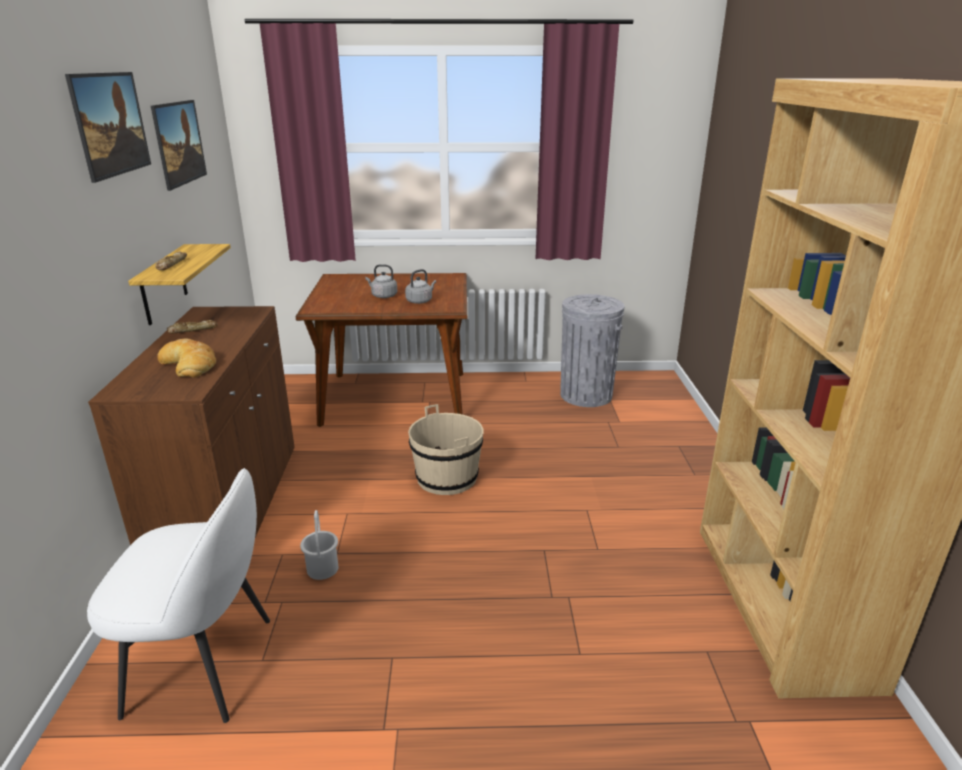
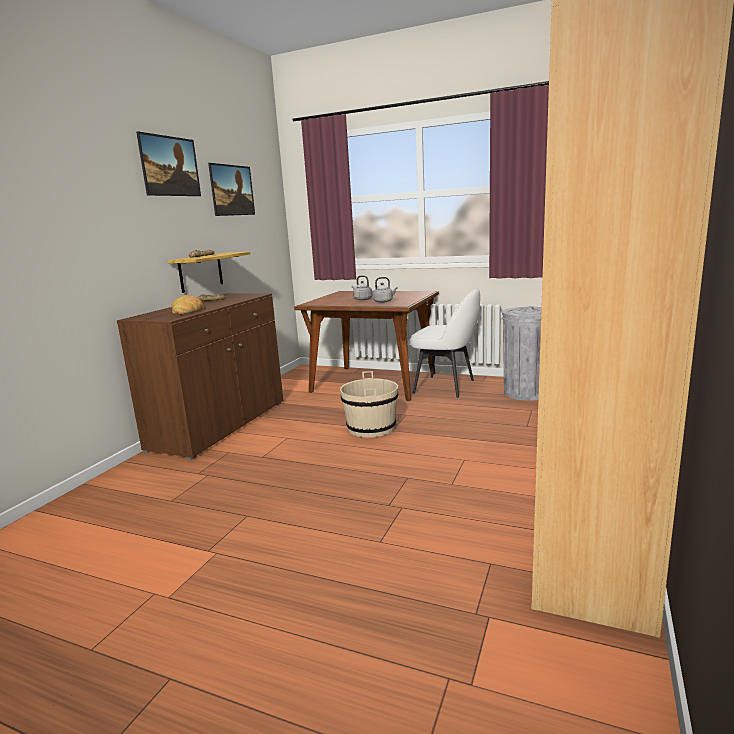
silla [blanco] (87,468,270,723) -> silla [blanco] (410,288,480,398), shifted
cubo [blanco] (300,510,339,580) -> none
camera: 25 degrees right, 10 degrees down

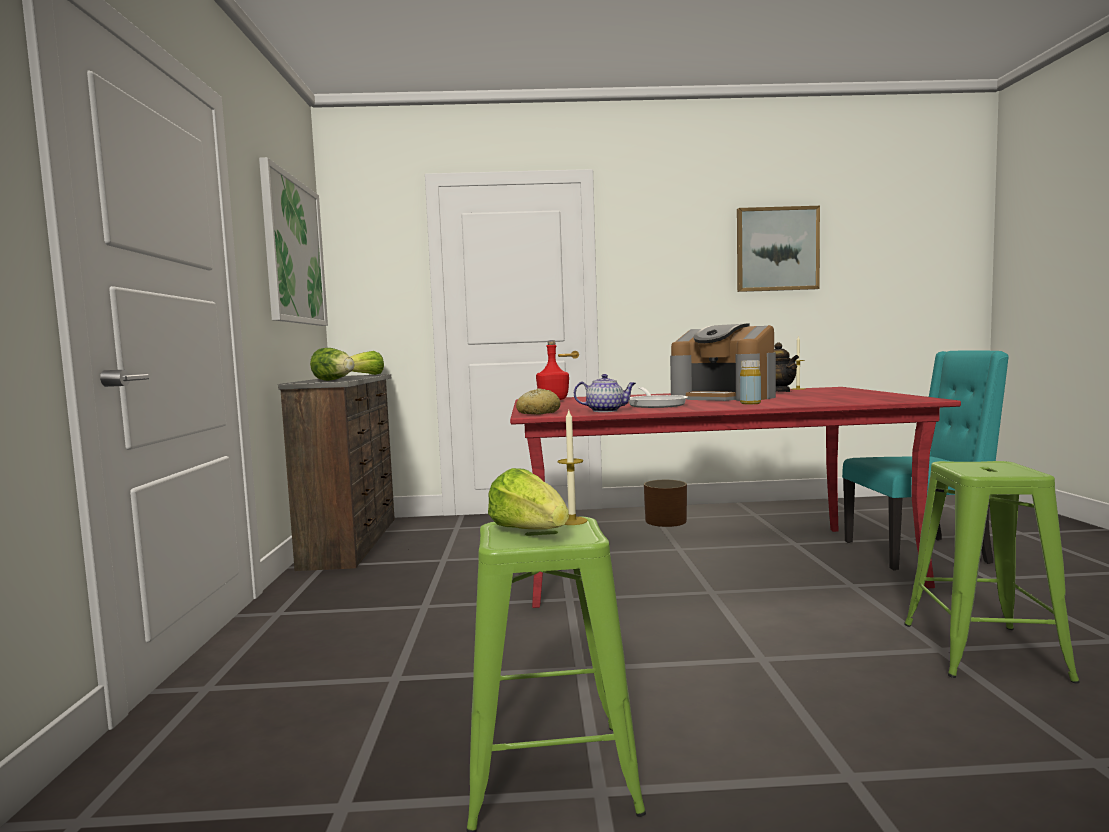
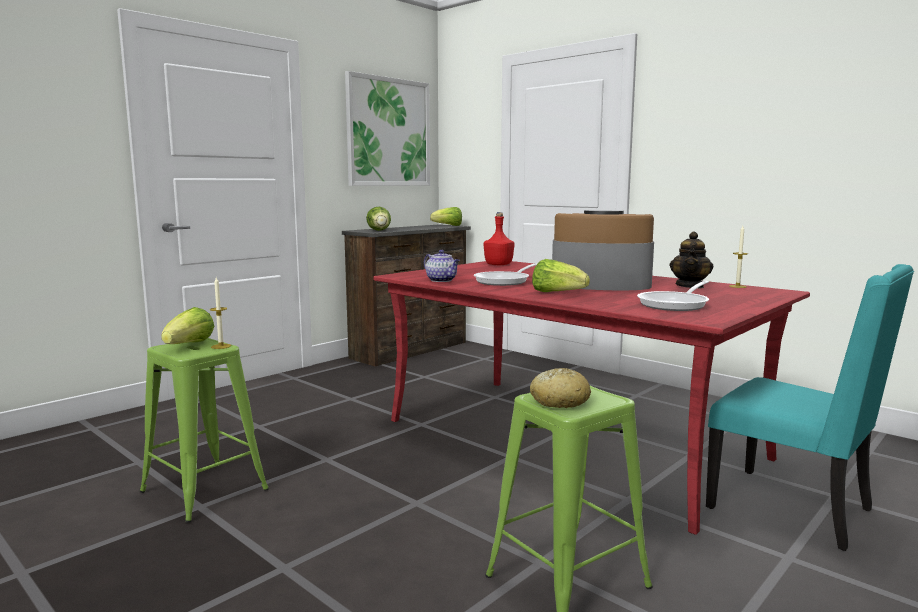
pan (516,388,560,414) -> pan (530,368,591,408), shifted
maceta [marrón] (644,480,687,527) -> none
cafetera (670,323,776,401) -> cafetera (552,210,654,290), 105 degrees clockwise
cuadro (737,206,820,292) -> none
botella [amarillo] (740,360,761,404) -> lechuga (532,259,590,292)
none -> sartén (637,281,709,311)
camera: 45 degrees right, 5 degrees up

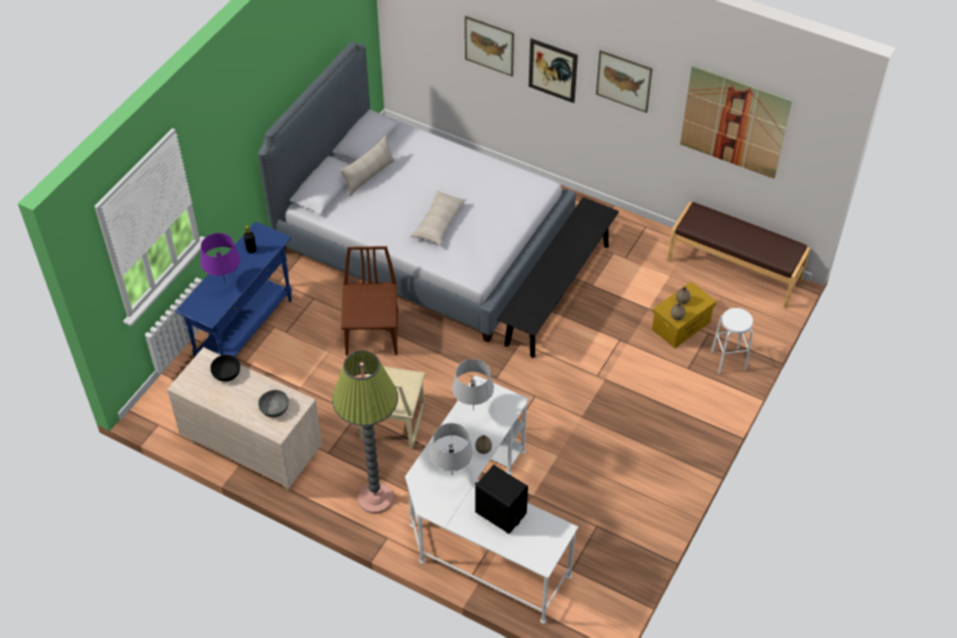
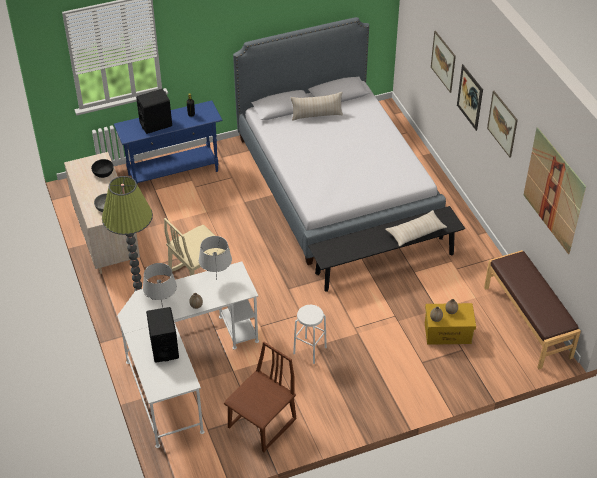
lámpara de mesa [morado] (201,233,240,282) -> altavoz [negro] (136,89,172,134)
silla [marrón] (341,246,398,356) -> silla [marrón] (224,342,296,452), shifted
cojín [beis] (411,190,466,245) -> cojín [beis] (385,210,447,246), shifted
taburete [blanco] (711,308,753,374) -> taburete [blanco] (293,305,327,364), shifted
camera: 40 degrees right, 5 degrees down

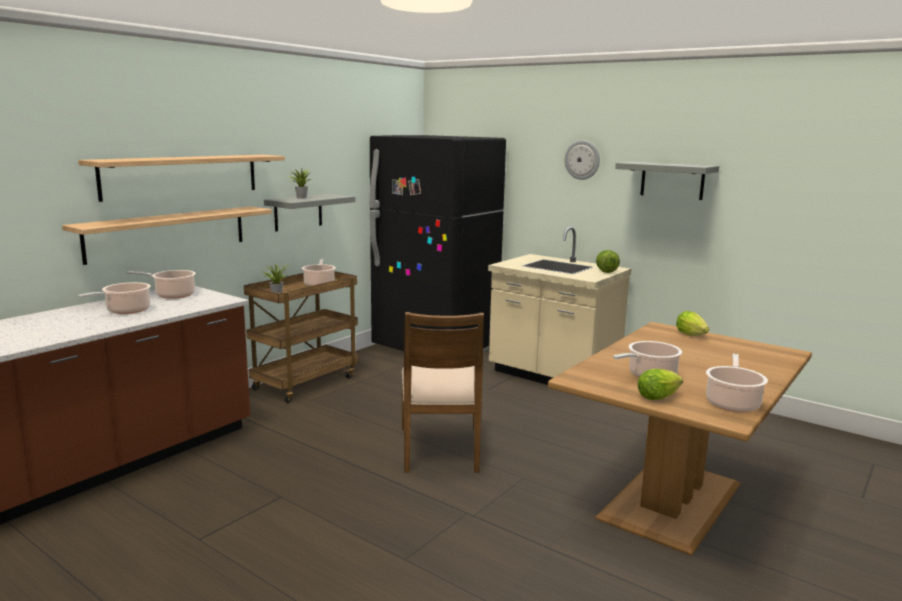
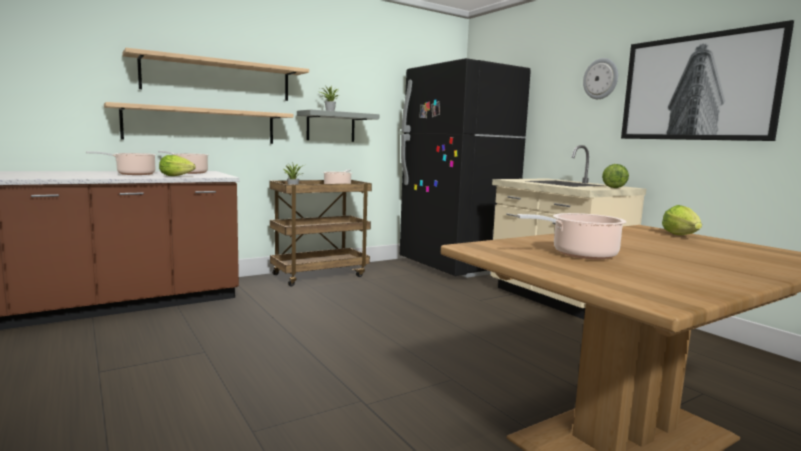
silla [marrón] (402,312,484,473) -> none
estante [gris] (615,162,719,200) -> cuadro (621,20,794,141)
lechuga (637,369,683,400) -> lechuga (159,155,196,176), shifted
olla (706,354,768,412) -> none
camera: 20 degrees right, 5 degrees down

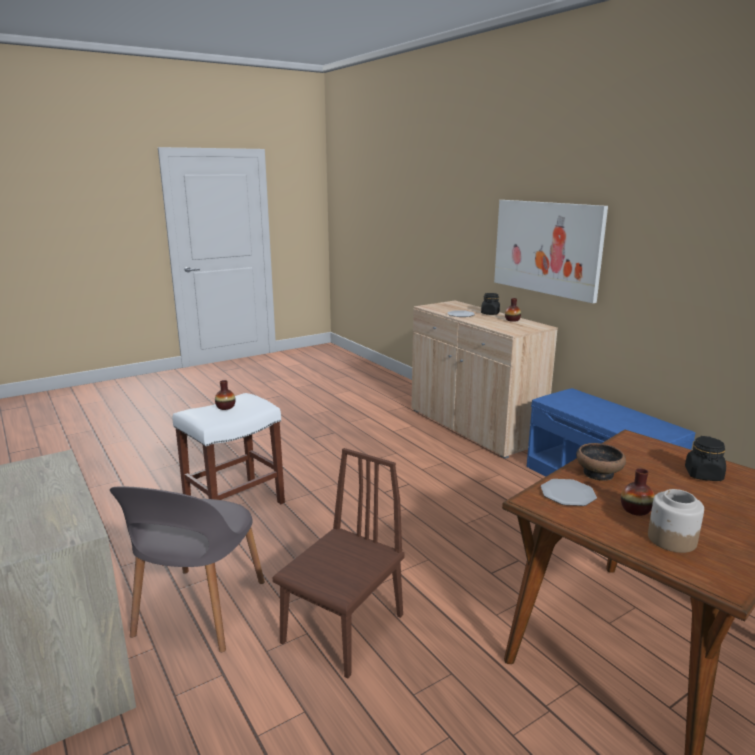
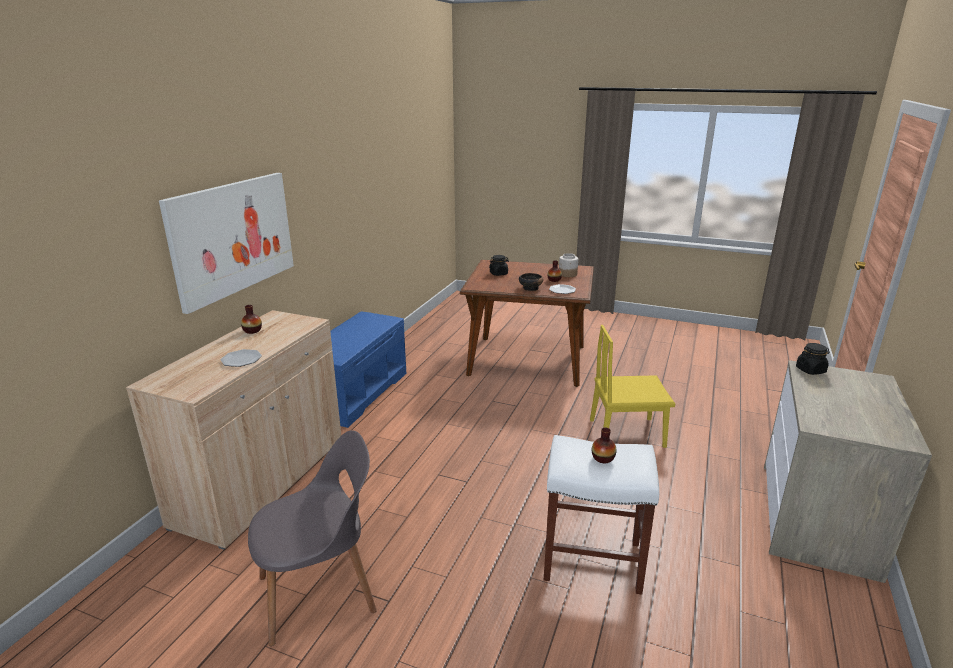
silla [gris] (110,486,265,652) -> silla [gris] (248,430,377,646), shifted
silla [marrón] (273,448,405,678) -> silla [amarillo] (590,325,675,448)
tarro [negro] (481,293,500,315) -> tarro [negro] (796,343,829,375), shifted
camera: 125 degrees left, 5 degrees up

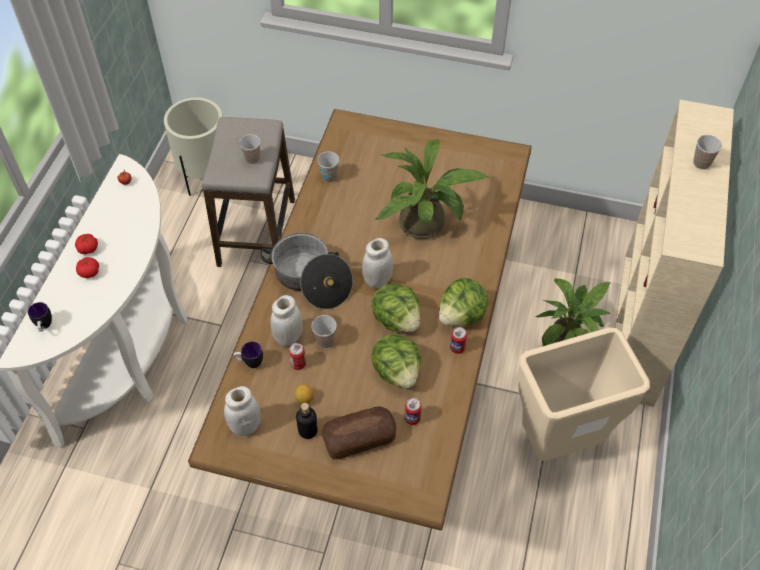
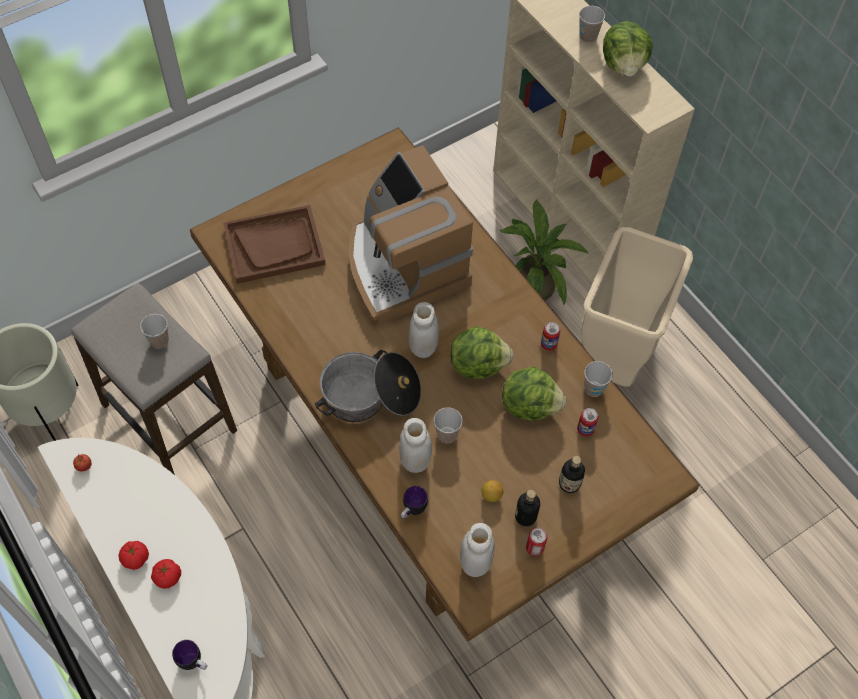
lata (289,343,306,370) -> lata (526,528,547,556), shifted
taza (317,151,339,182) -> taza (584,361,613,397), shifted
pan (322,406,396,459) -> botella (559,456,585,493)
planta en maceta (375,140,489,239) -> cafetera (349,145,473,325)
lechuga (439,278,489,326) -> lechuga (603,21,653,76), shifted
none -> bandeja [marrón] (223,205,326,284)
camera: 50 degrees left, 5 degrees up

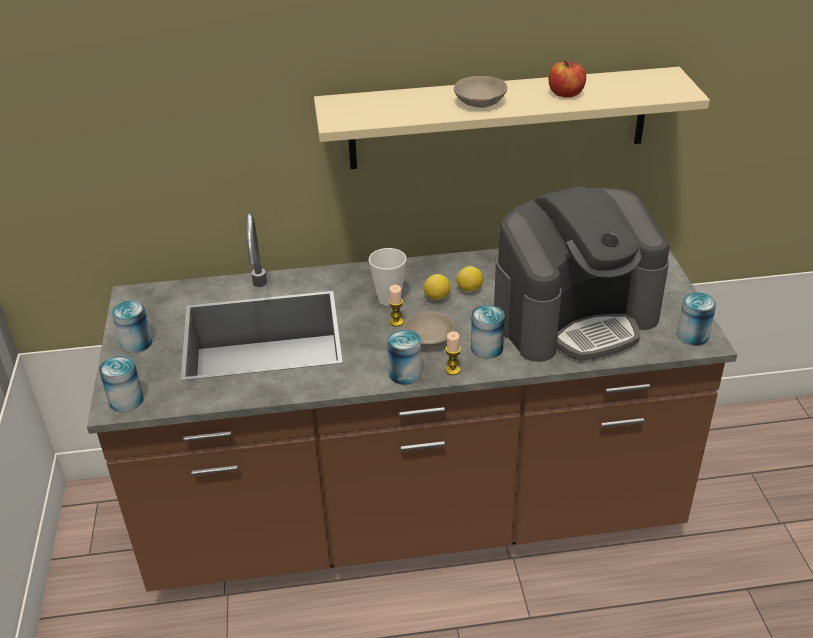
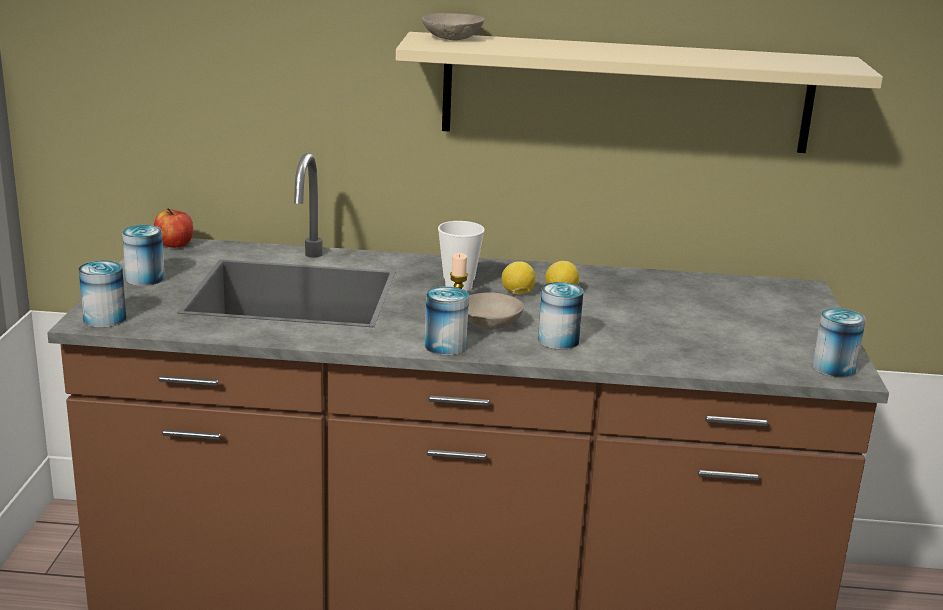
vela (445,332,461,375) -> none
cuenco [beis] (454,76,507,108) -> cuenco [beis] (422,13,484,40), shifted
cafetera (494,186,669,362) -> none
manzana (549,61,586,98) -> manzana (154,208,193,248), shifted
camera: 10 degrees right, 15 degrees down

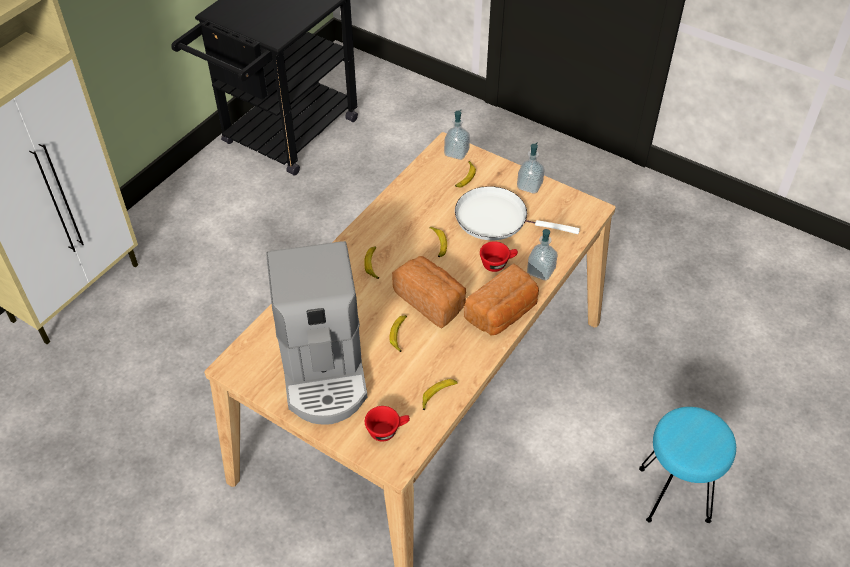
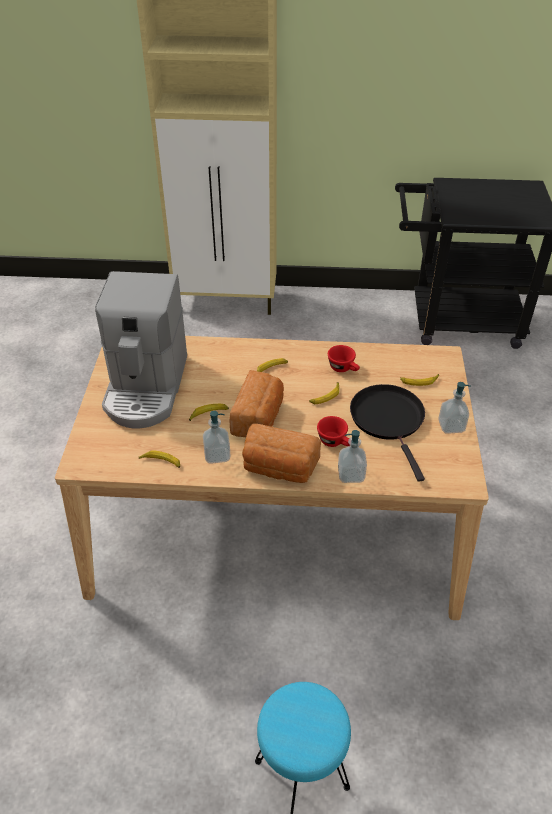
cafetera (267,241,367,425) -> cafetera (95,271,187,429), 45 degrees counterclockwise
taza [rojo] (365,406,410,442) -> taza [rojo] (328,345,360,372), shifted
dispensador de jabón (444,109,470,160) -> dispensador de jabón (203,411,231,464), shifted
sartén [blanco] (455,186,580,240) -> sartén [negro] (350,384,425,482)
camera: 60 degrees right, 5 degrees down

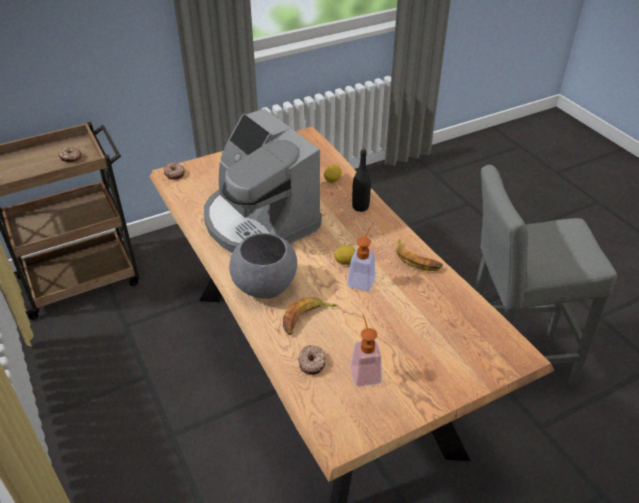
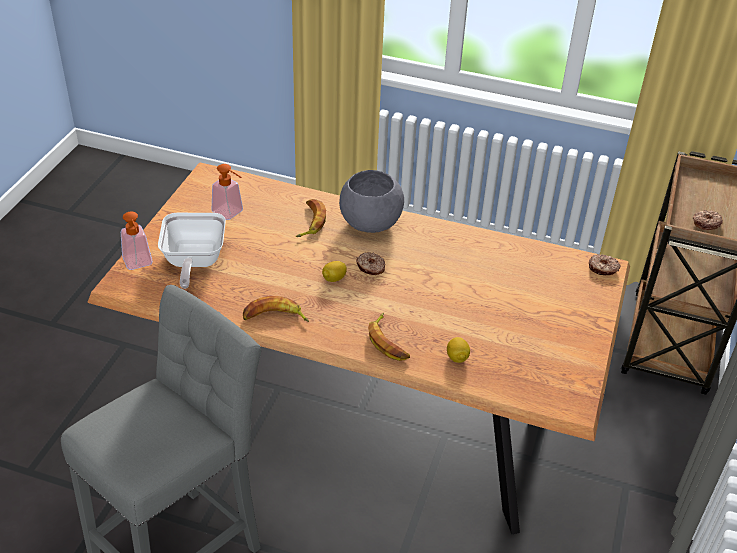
cafetera (204,109,322,253) -> none
rosquilla (298,345,326,375) -> rosquilla (356,252,385,275), shifted
dispensador de jabón (347,228,375,291) -> dispensador de jabón (121,212,152,270), shifted
botella [negro] (352,148,371,212) -> plátano (368,313,410,361)
none -> sartén (158,213,226,289)
camera: 135 degrees right, 0 degrees up

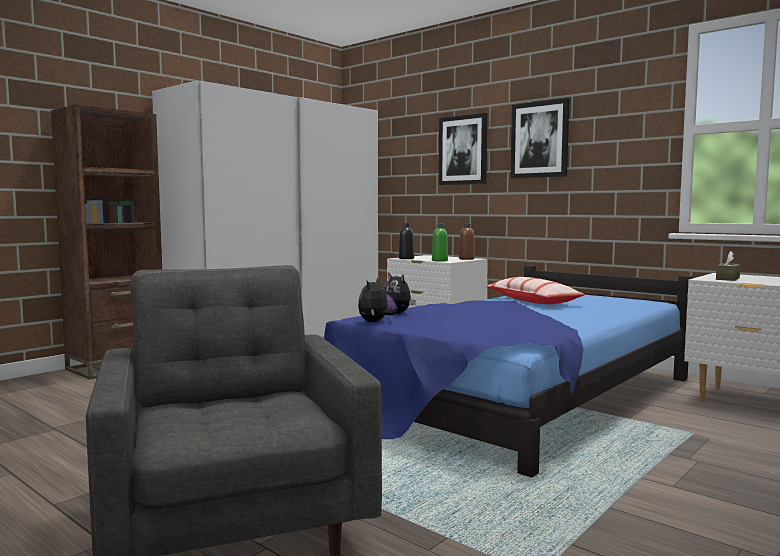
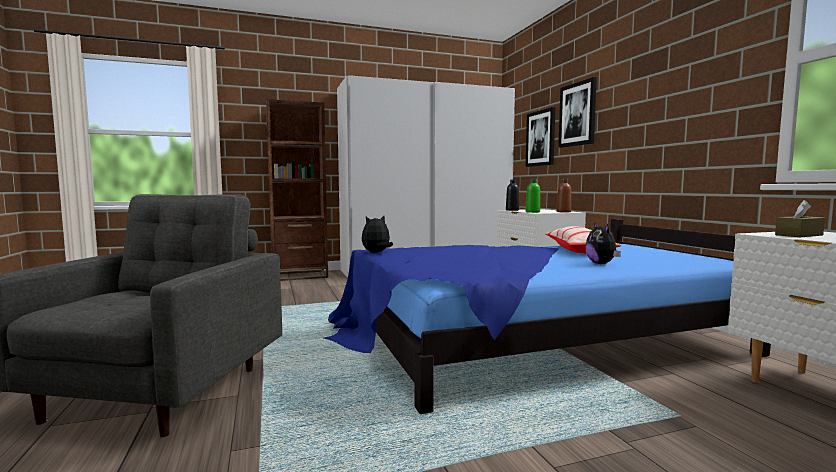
peluche (383,273,416,314) -> peluche (585,222,621,264), shifted
cuadro (511,98,569,178) -> cuadro (526,107,555,167), shifted
camera: 30 degrees right, 0 degrees up

